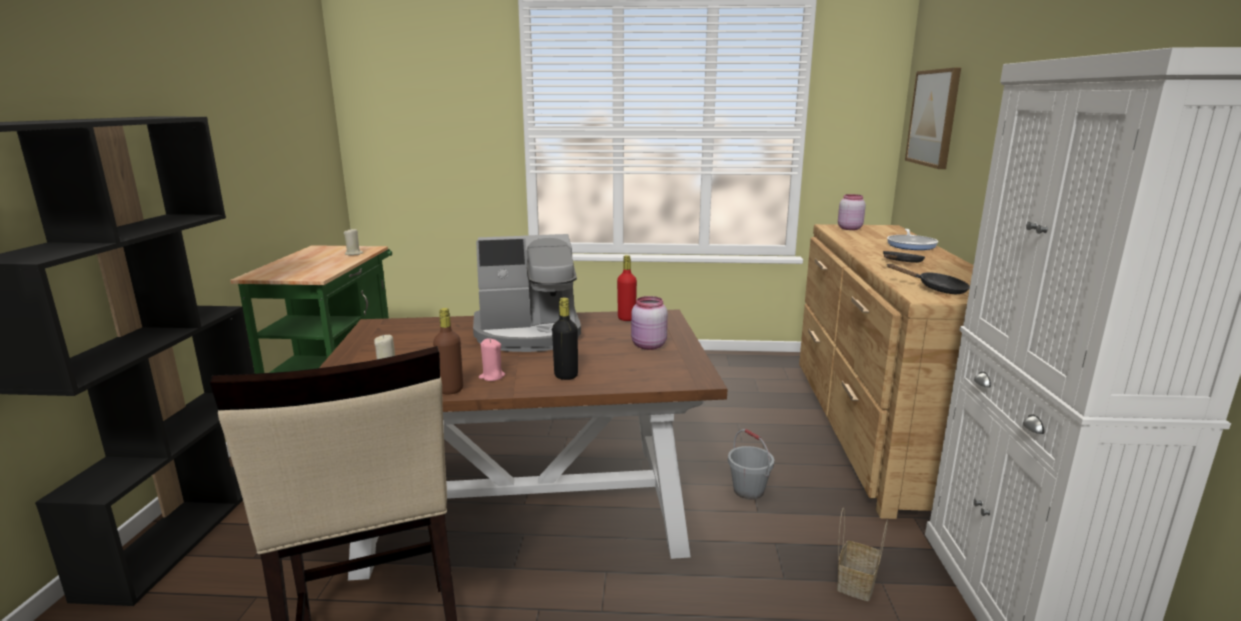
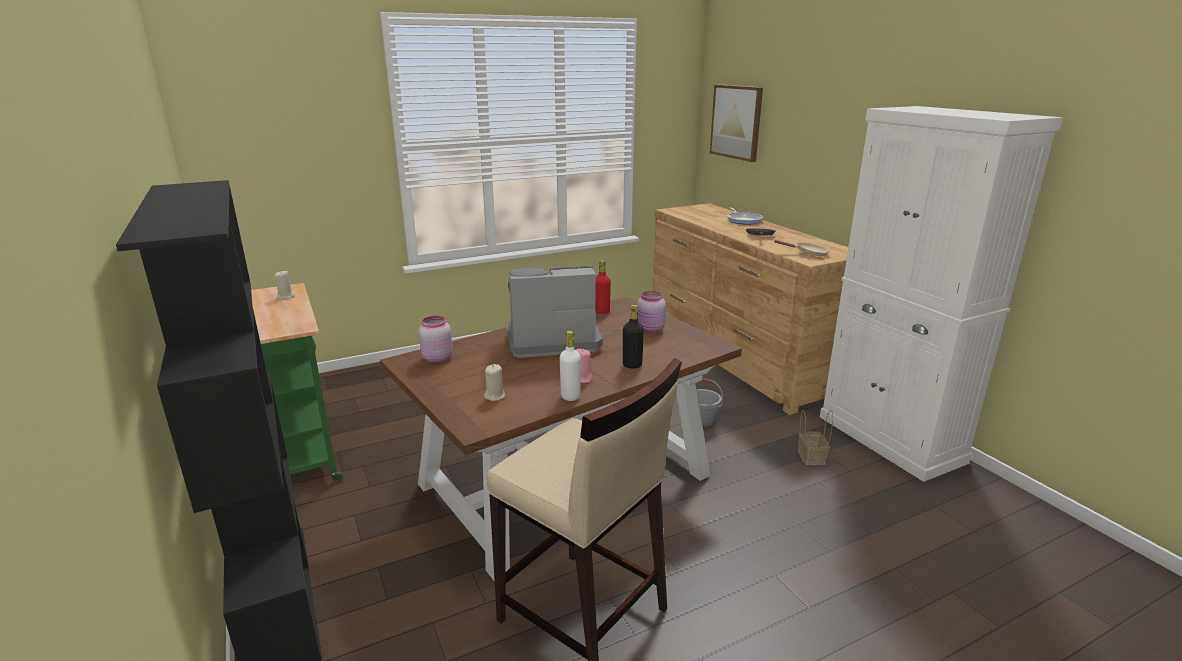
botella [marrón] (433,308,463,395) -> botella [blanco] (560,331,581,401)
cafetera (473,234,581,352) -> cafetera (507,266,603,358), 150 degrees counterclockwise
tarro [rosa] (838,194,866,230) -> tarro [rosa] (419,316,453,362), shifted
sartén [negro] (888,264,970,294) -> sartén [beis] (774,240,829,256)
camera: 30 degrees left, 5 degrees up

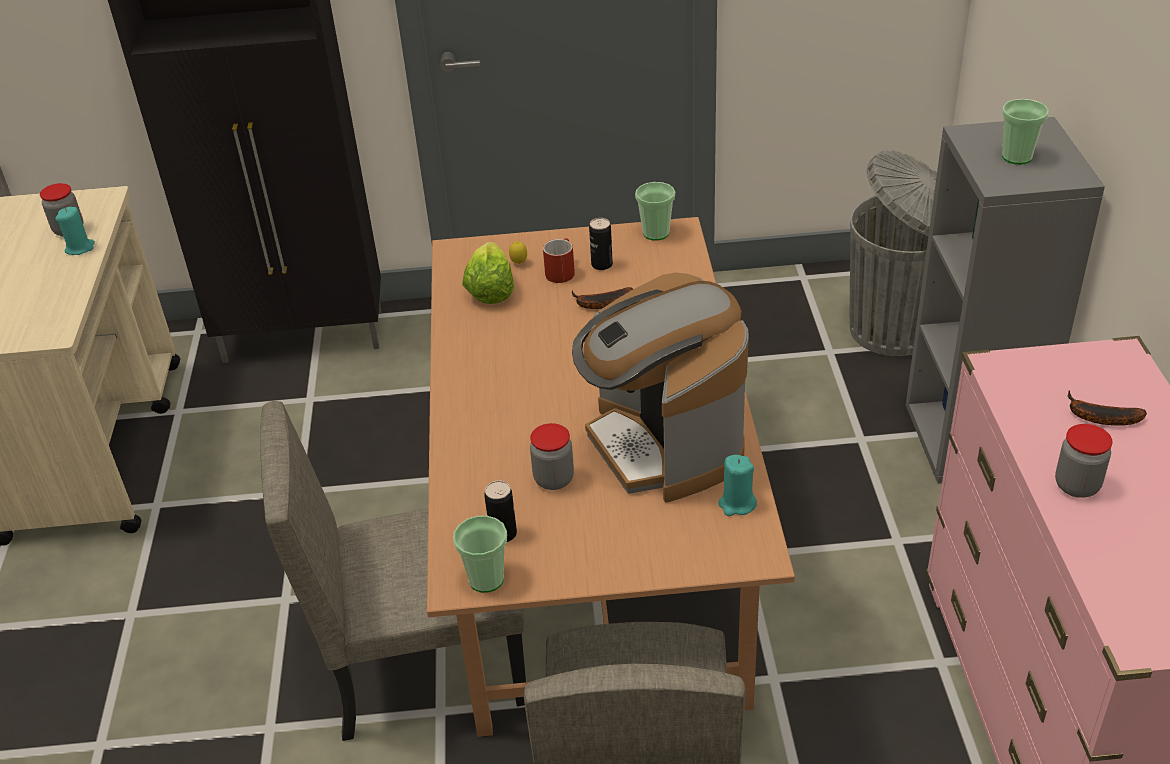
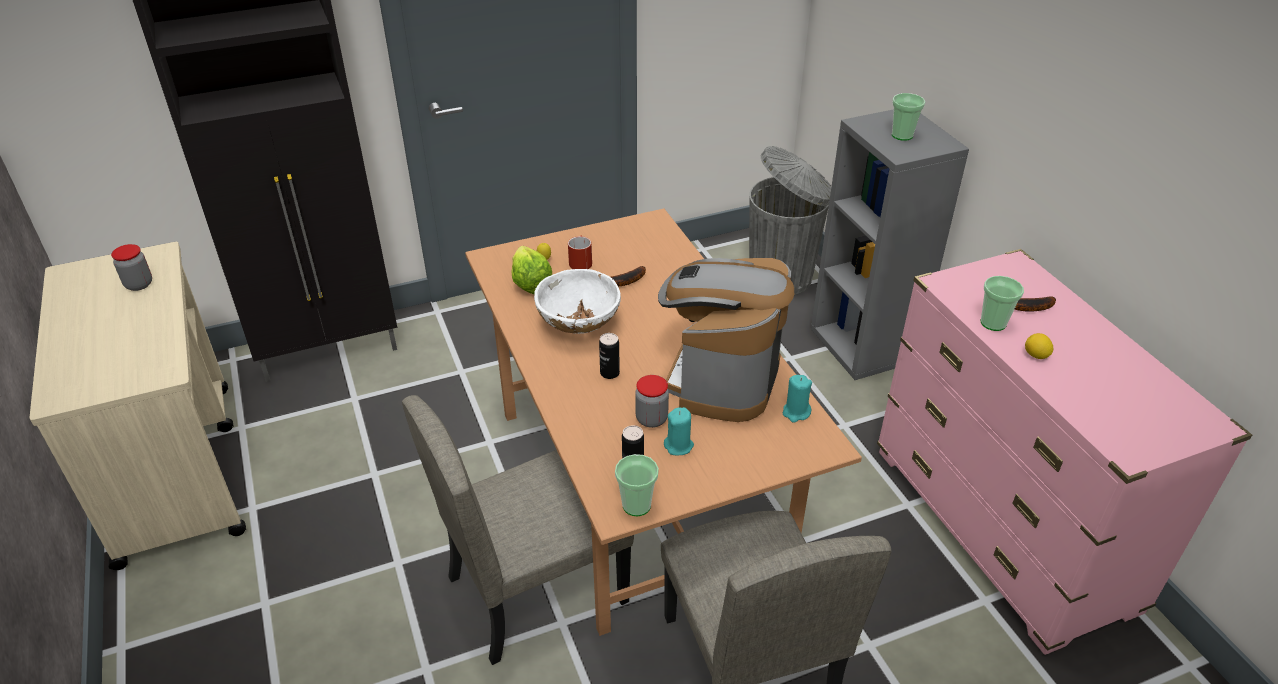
vela [turquesa] (56,207,95,255) -> vela [turquesa] (664,407,694,455), shifted
cafetera (572,272,749,502) -> cafetera (658,258,794,422), 60 degrees clockwise
lata (589,218,613,270) -> lata (599,333,620,379), shifted
taza (635,182,675,241) -> taza (981,276,1024,331), shifted
tarro (1055,424,1113,498) -> limón (1025,333,1053,359)
none -> cuenco [blanco] (534,269,621,334)
camera: 20 degrees left, 0 degrees up

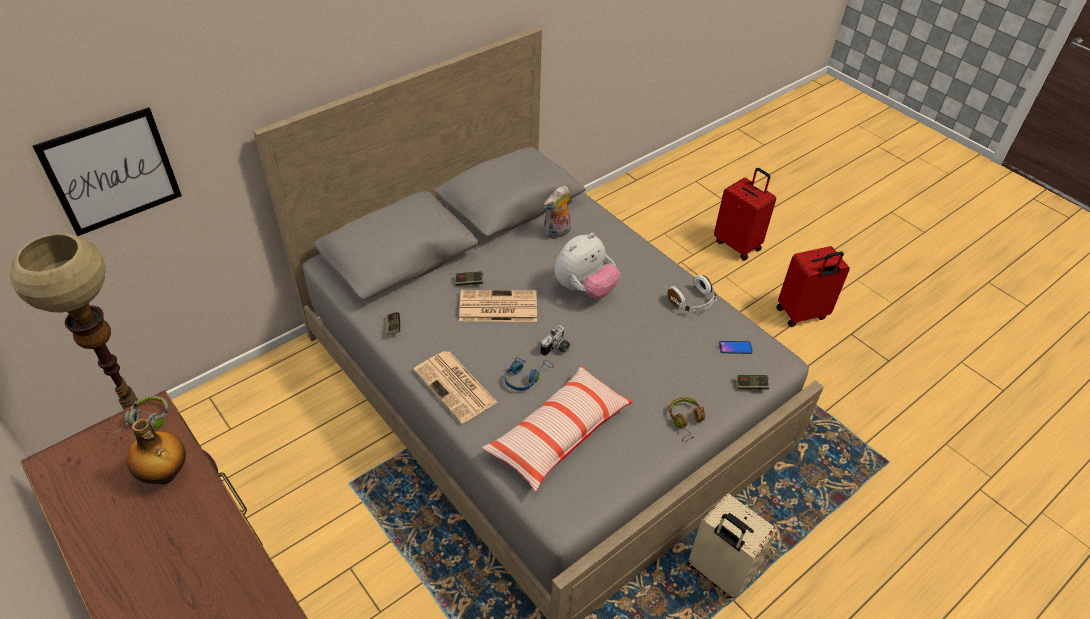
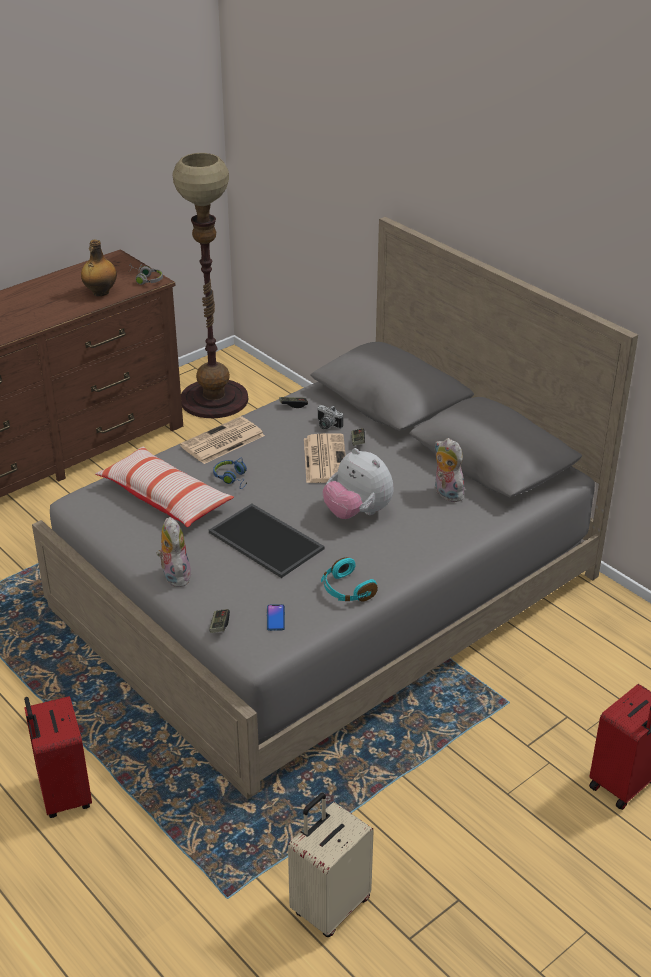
cuadro (32,107,182,236) -> none
cámara (540,325,570,356) -> cámara (318,405,343,429), shifted
auriculares [blanco] (667,275,717,313) -> auriculares [turquesa] (321,557,378,602)
auriculares [marrón] (669,397,705,442) -> peluche (156,517,191,587)
maleta [beis] (687,493,777,599) -> maleta [beis] (288,793,374,937), shifted
maleta [rojo] (776,246,850,327) -> maleta [rojo] (24,696,92,818), shifted
none -> bandeja (209,504,324,578)
camera: 90 degrees right, 10 degrees down

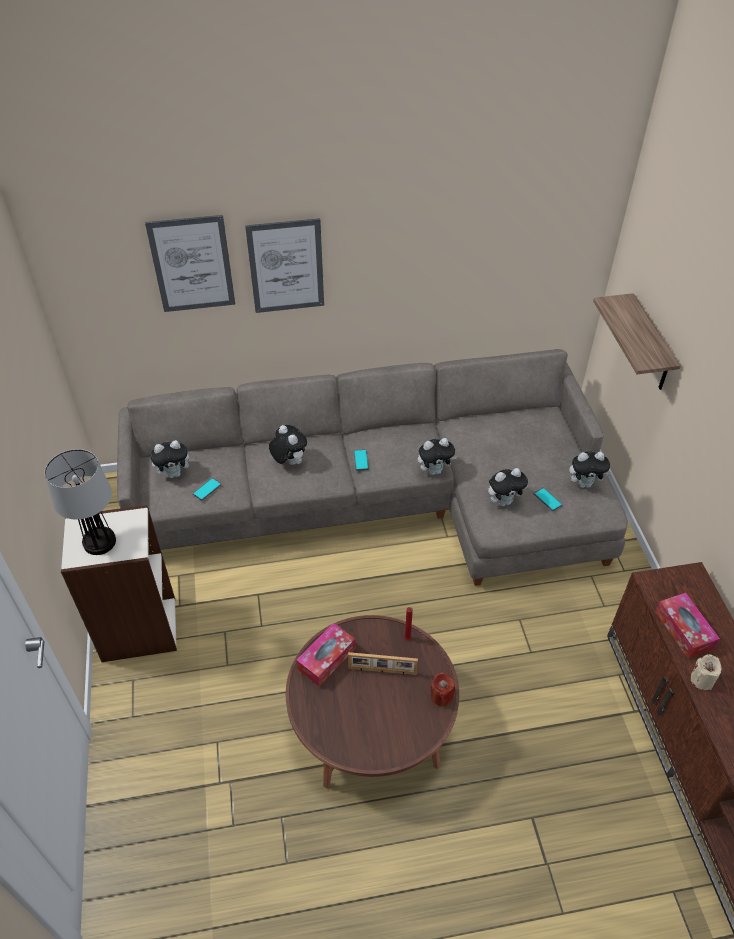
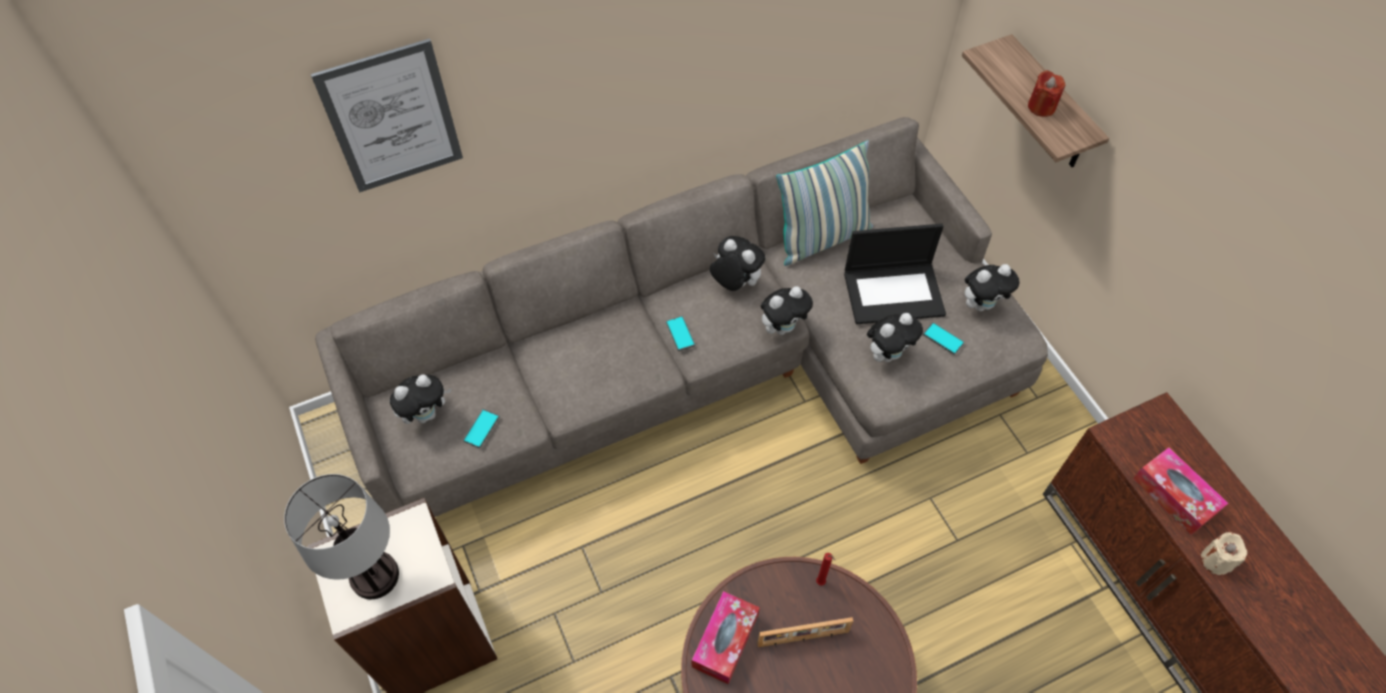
cuadro (245,218,324,313) -> none
peluche (269,425,307,465) -> peluche (710,236,765,291), shifted
vela [rojo] (431,672,455,706) -> vela [rojo] (1028,70,1066,117), shifted
none -> cojín (776,140,873,266)
none -> portátil (844,224,946,324)
camera: 15 degrees left, 10 degrees up

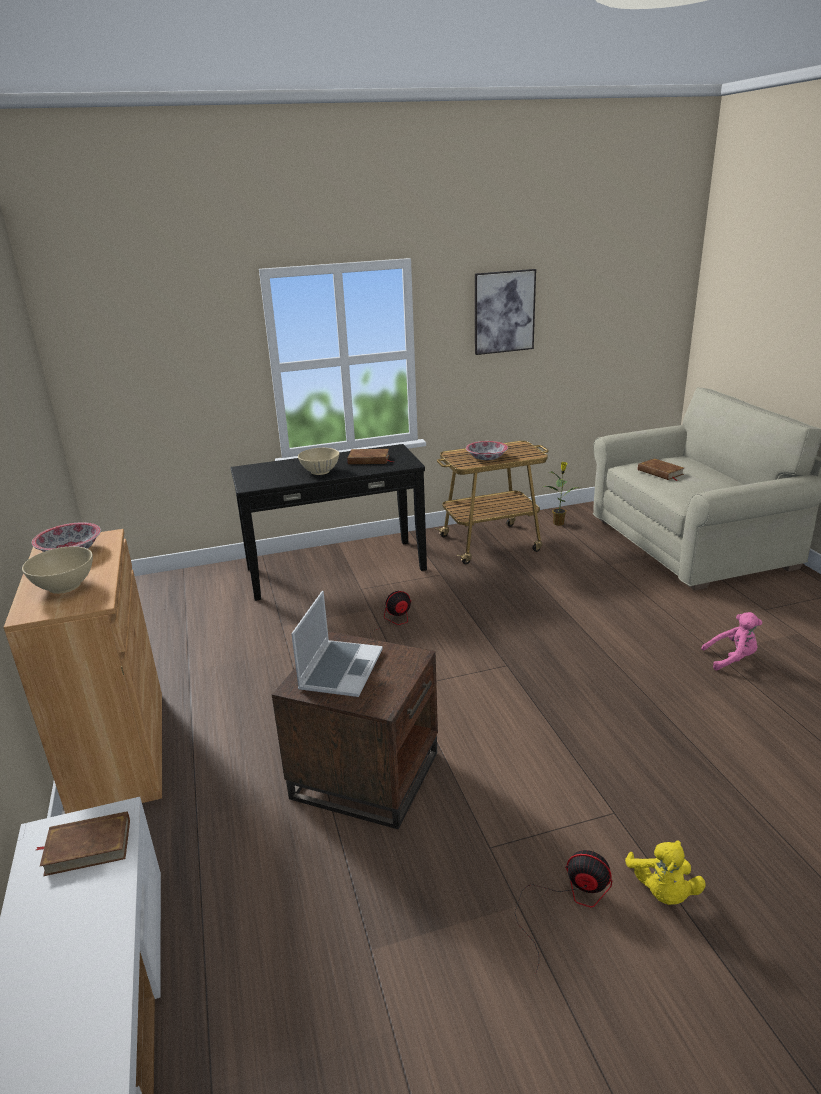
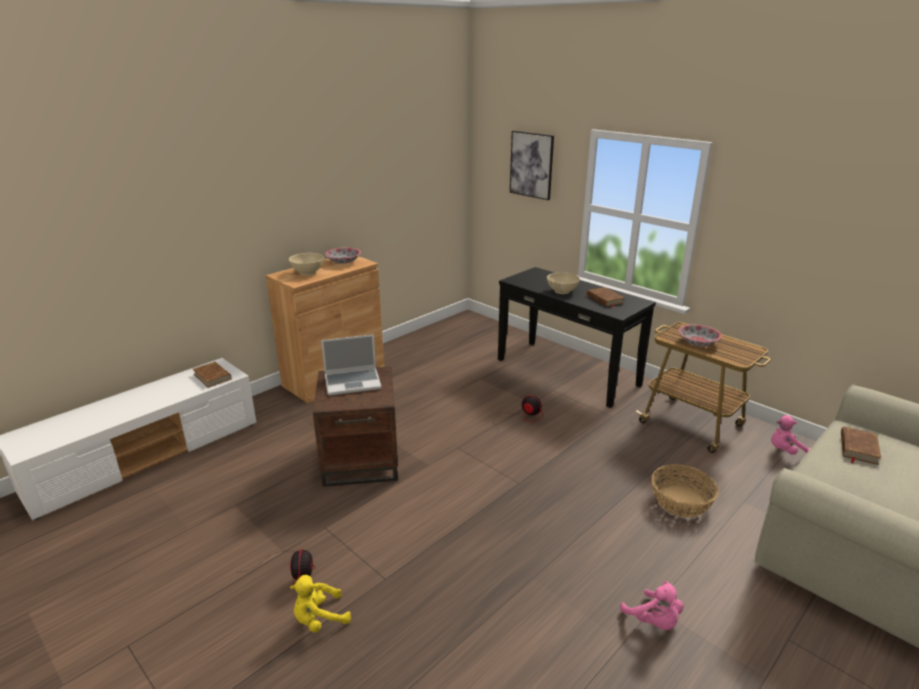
cuadro (475,269,536,355) -> cuadro (510,131,554,200), shifted
planta en maceta (544,462,579,526) -> peluche [rosa] (771,415,811,455)
none -> cesta (651,464,718,518)
camera: 60 degrees right, 0 degrees up

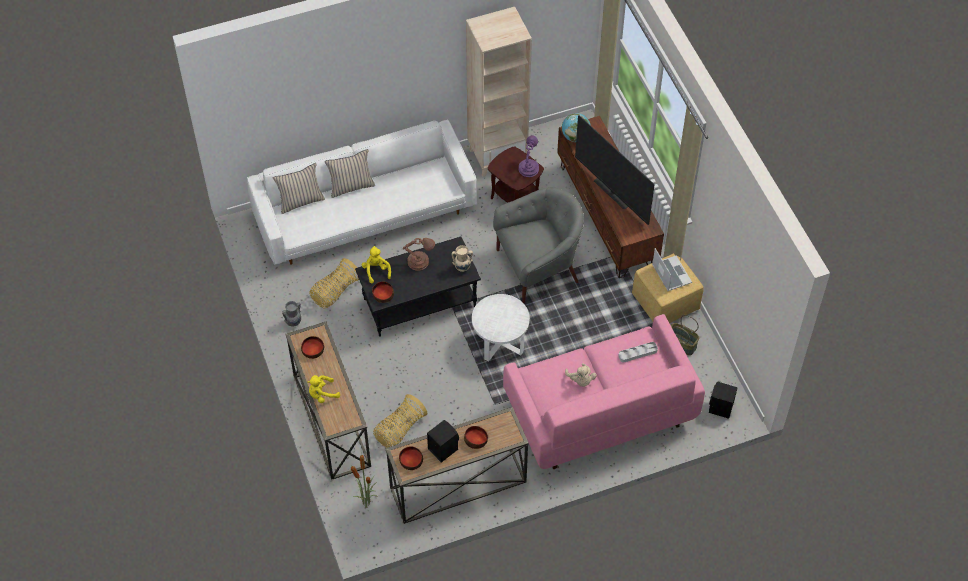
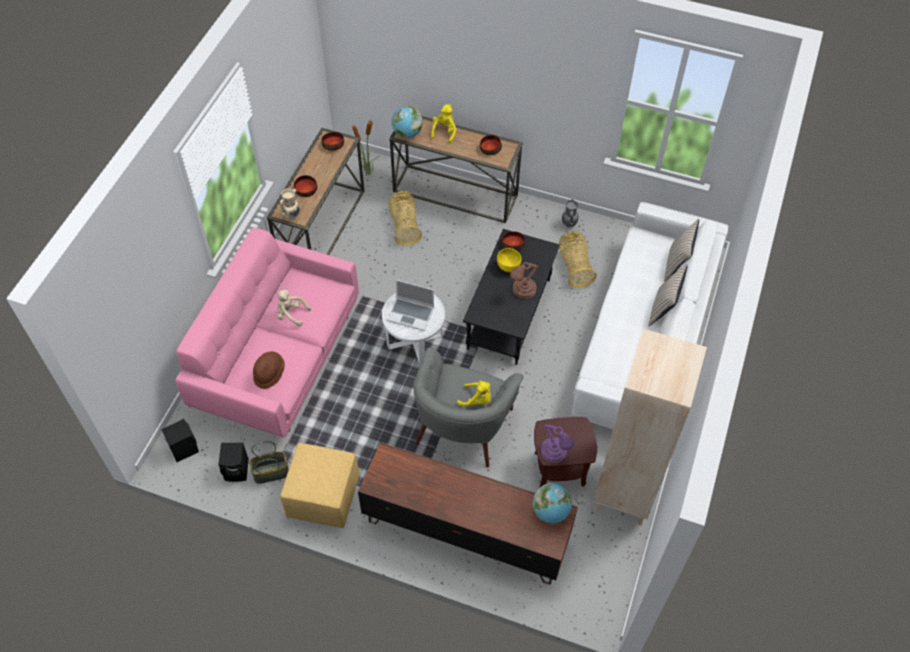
peluche [amarillo] (361,246,391,283) -> peluche [amarillo] (457,380,491,406), shifted
altavoz [negro] (427,420,459,462) -> altavoz [negro] (218,443,249,482), shifted
florero [beis] (451,245,473,272) -> florero [beis] (280,188,300,219), shifted
televisor (575,115,654,225) -> none
bandeja [gris] (618,342,658,363) -> sombrero [marrón] (253,351,285,389)
portátil (652,248,692,291) -> portátil (387,280,434,331), shifted
none -> globo terráqueo (392,106,423,138)
none -> cuenco [amarillo] (497,248,522,272)
camera: 130 degrees right, 0 degrees up

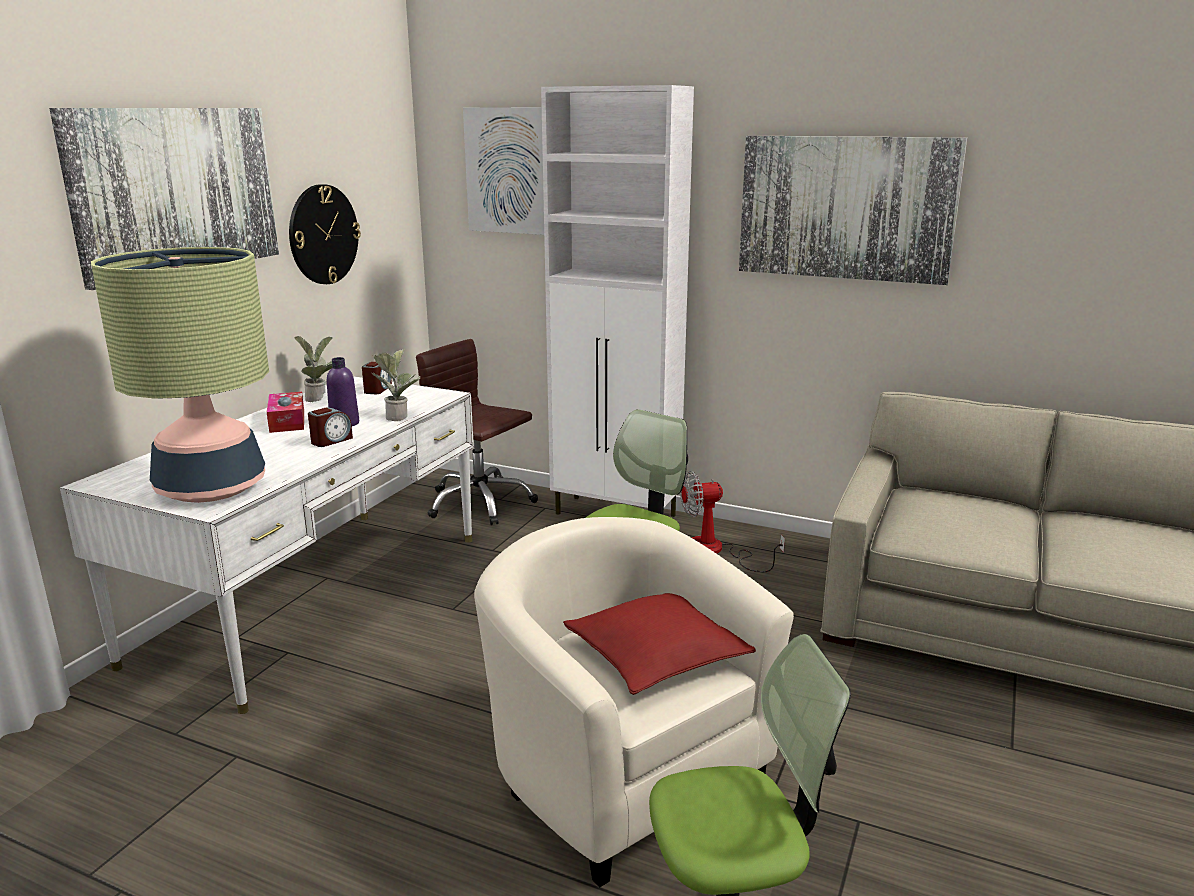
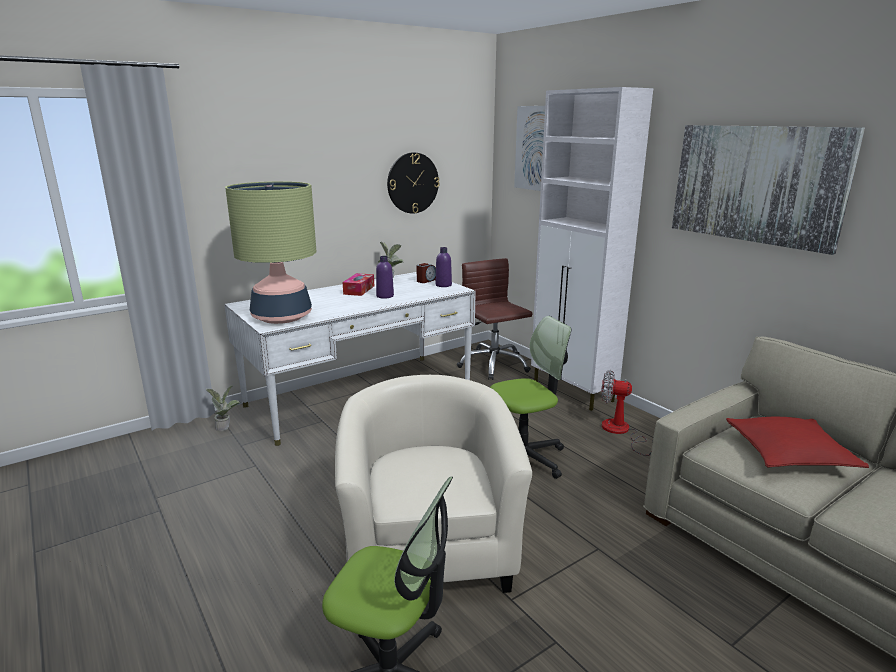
cuadro (49,108,279,290) -> none
despertador (308,407,353,447) -> none
planta en maceta (372,348,421,421) -> planta en maceta (206,385,240,432), shifted
cojín [rojo] (563,593,756,695) -> cojín [rojo] (726,417,869,468), shifted
none -> botella [morado] (436,247,452,287)
camera: 30 degrees right, 0 degrees up

